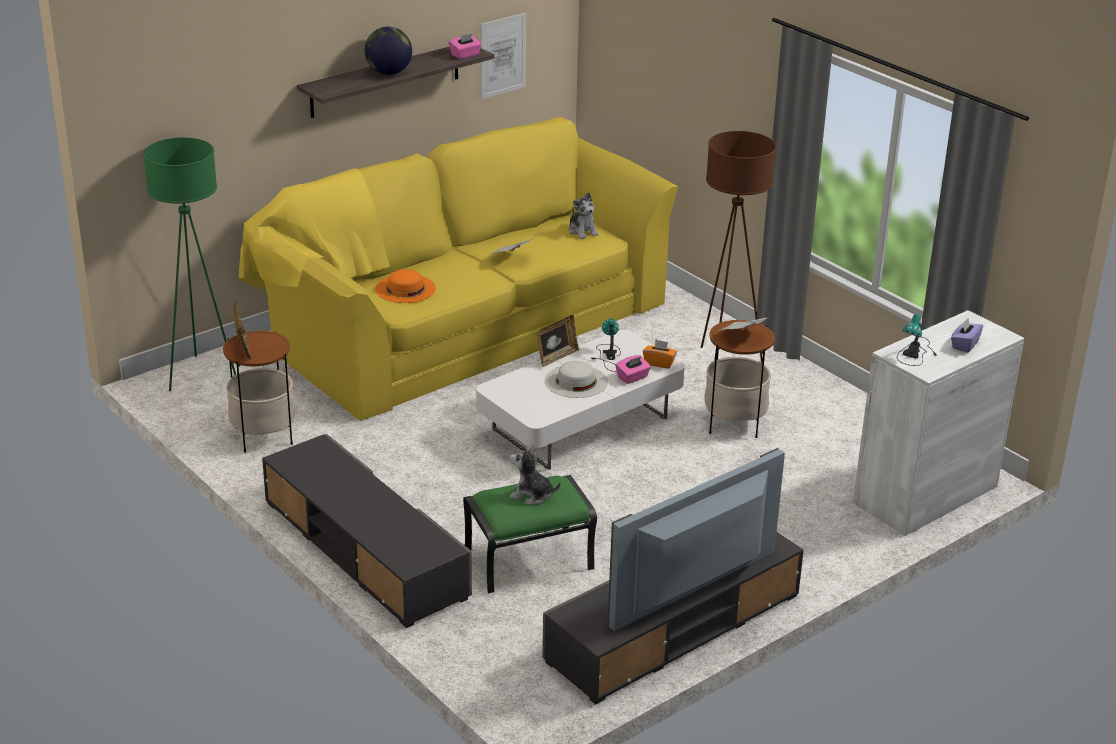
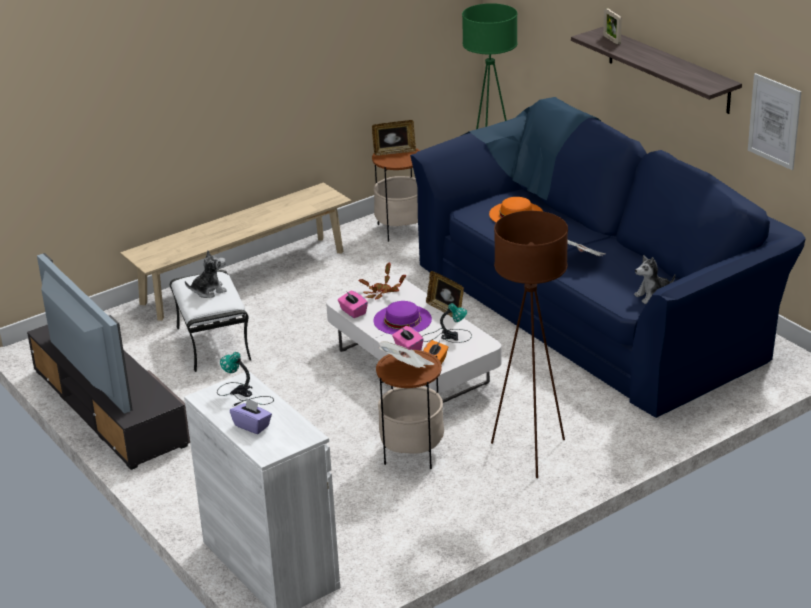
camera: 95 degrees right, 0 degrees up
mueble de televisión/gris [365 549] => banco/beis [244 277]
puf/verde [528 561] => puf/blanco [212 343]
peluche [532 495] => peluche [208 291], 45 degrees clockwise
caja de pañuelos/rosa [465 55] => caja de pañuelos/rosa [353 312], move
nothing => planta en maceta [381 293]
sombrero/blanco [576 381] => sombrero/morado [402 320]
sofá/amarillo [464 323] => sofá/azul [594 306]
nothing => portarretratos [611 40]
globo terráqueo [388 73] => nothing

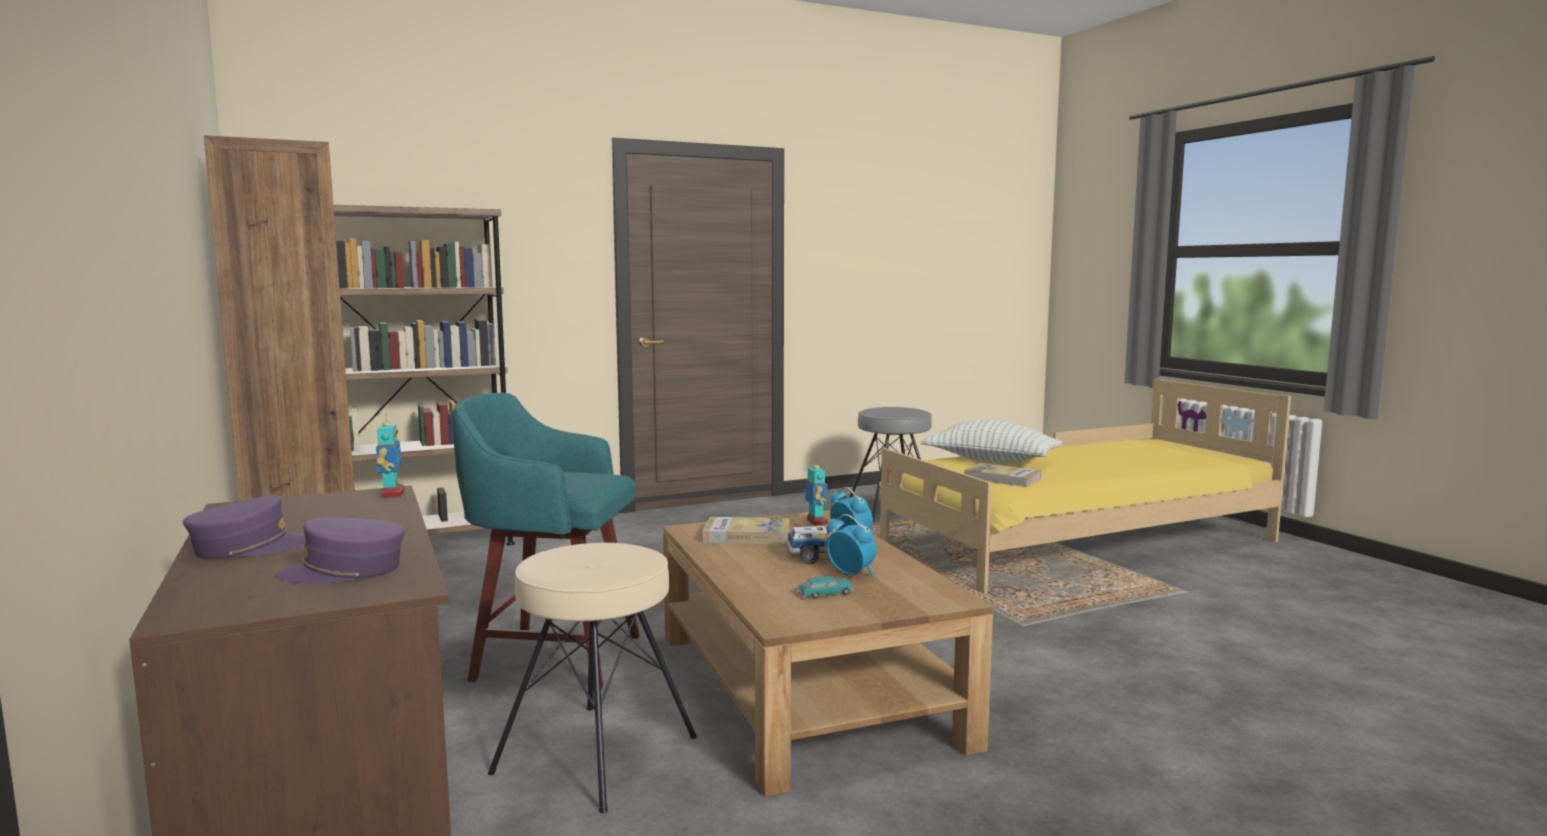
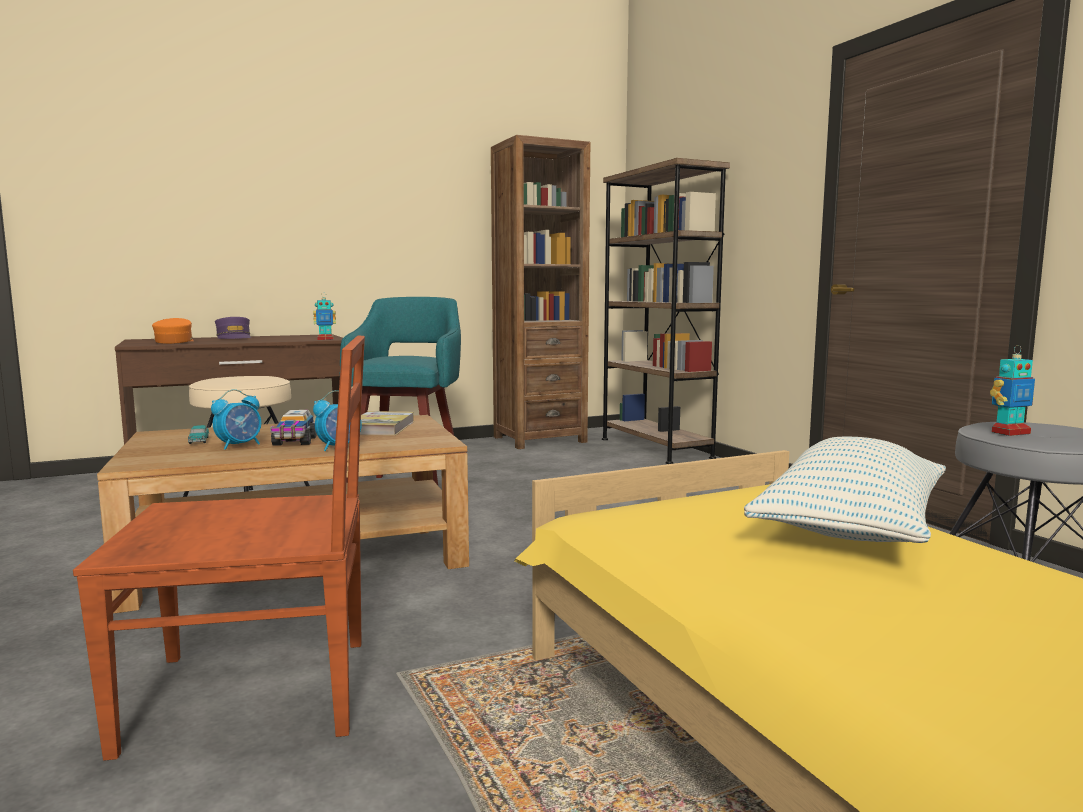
camera: 90 degrees right, 0 degrees up
nothing => silla/marrón [258 693]
gorra/morado [344 571] => gorra/naranja [174 342]
robot de juguete [816 522] => robot de juguete [1009 433], move
libro [1002 478] => nothing

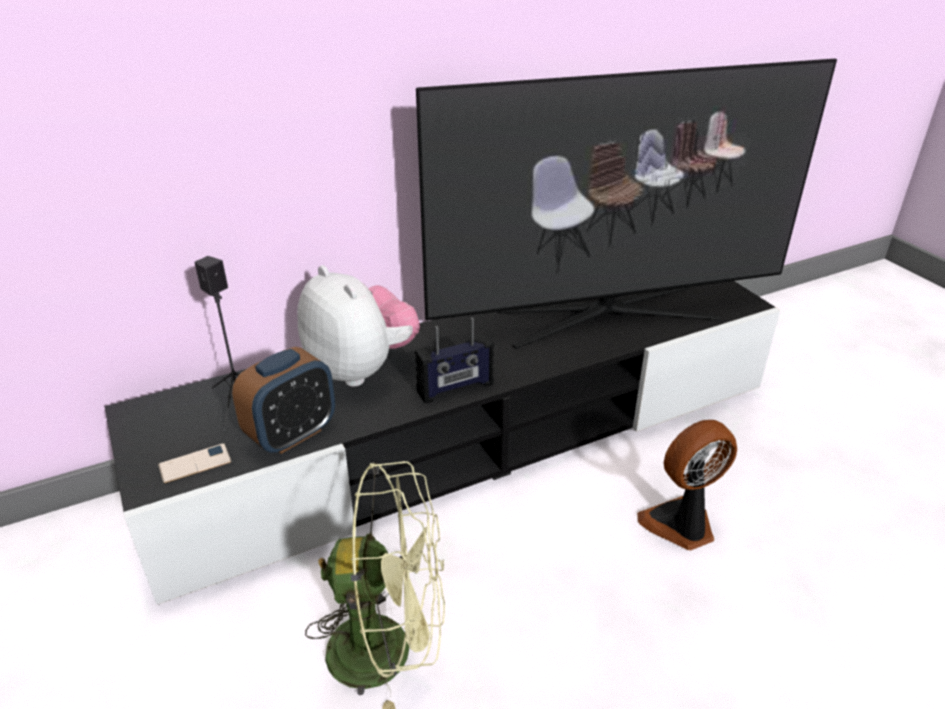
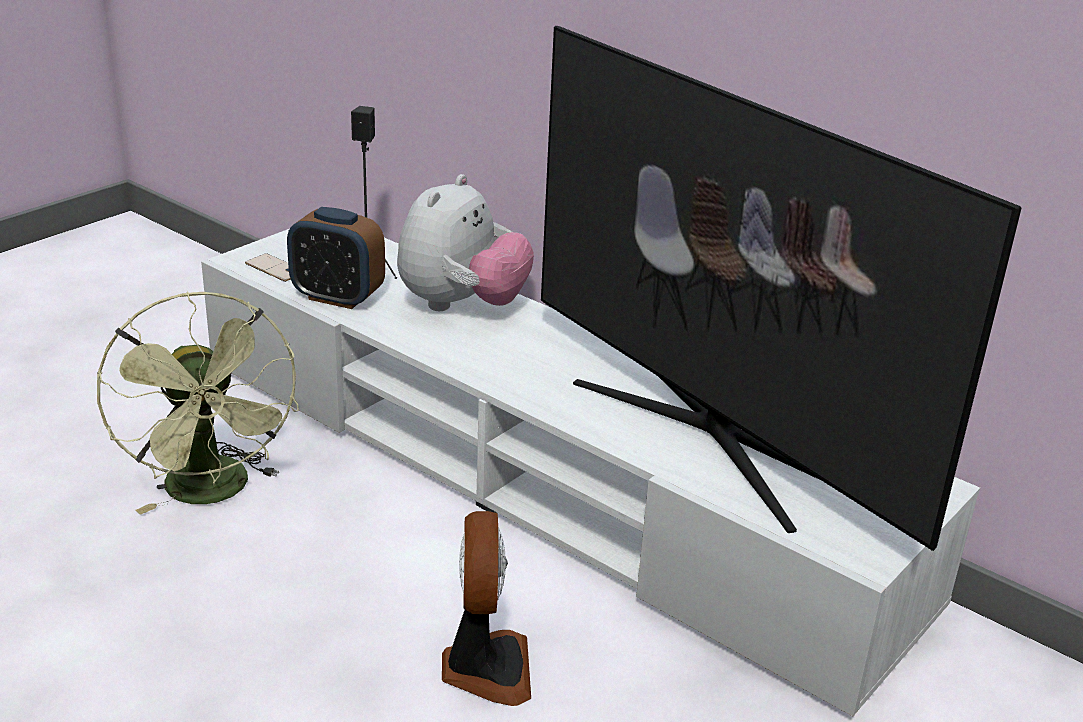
camera: 65 degrees right, 5 degrees down
mueble de televisión/negro [473 438] => mueble de televisión/blanco [537 476]
ventilador [681 525] => ventilador [485 668], 45 degrees clockwise
radio [455 388] => nothing

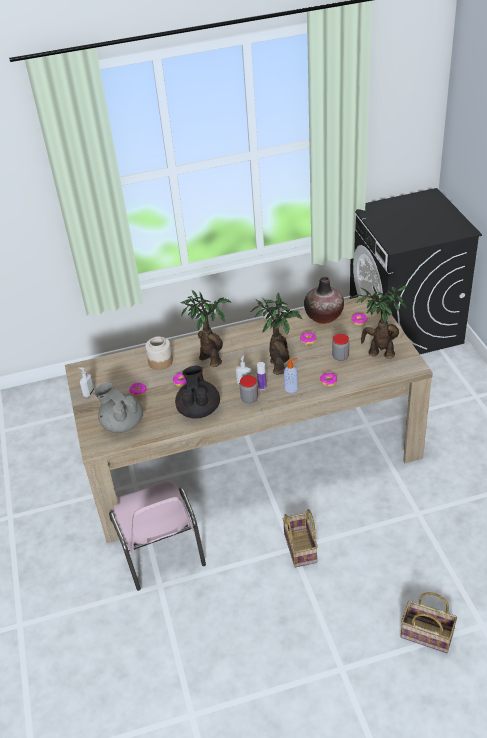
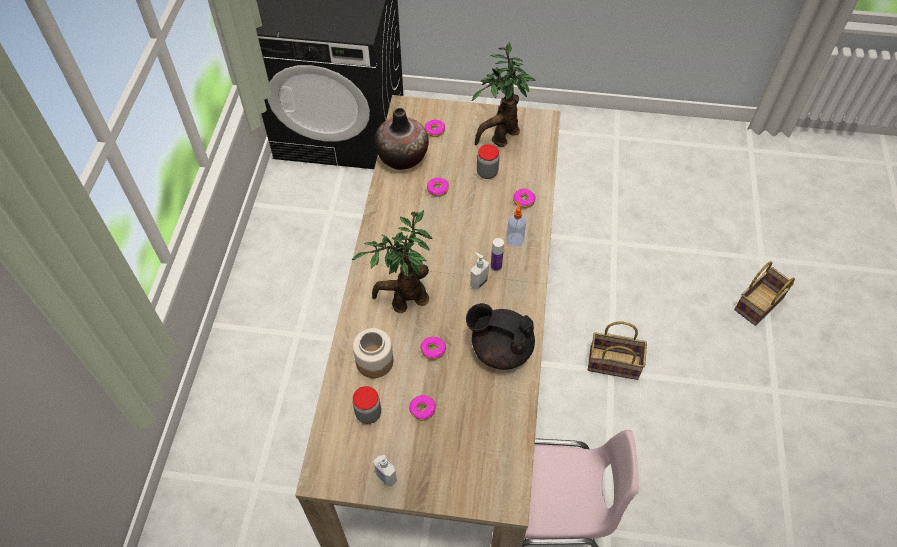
camera: 70 degrees left, 15 degrees up
tarro [249 399] => tarro [368 413], move
tetera/gris [122 423] => nothing
planta en maceta [279 364] => nothing

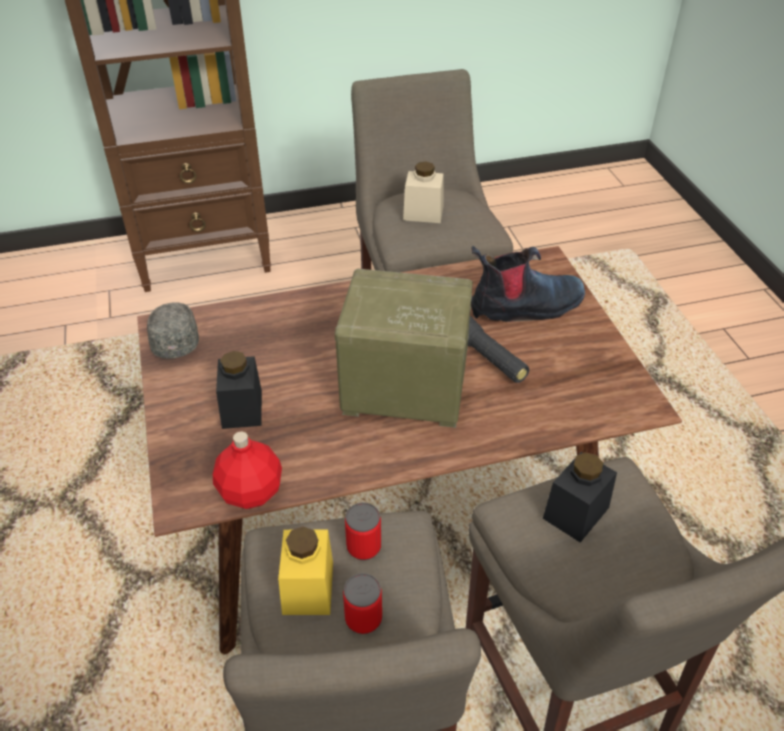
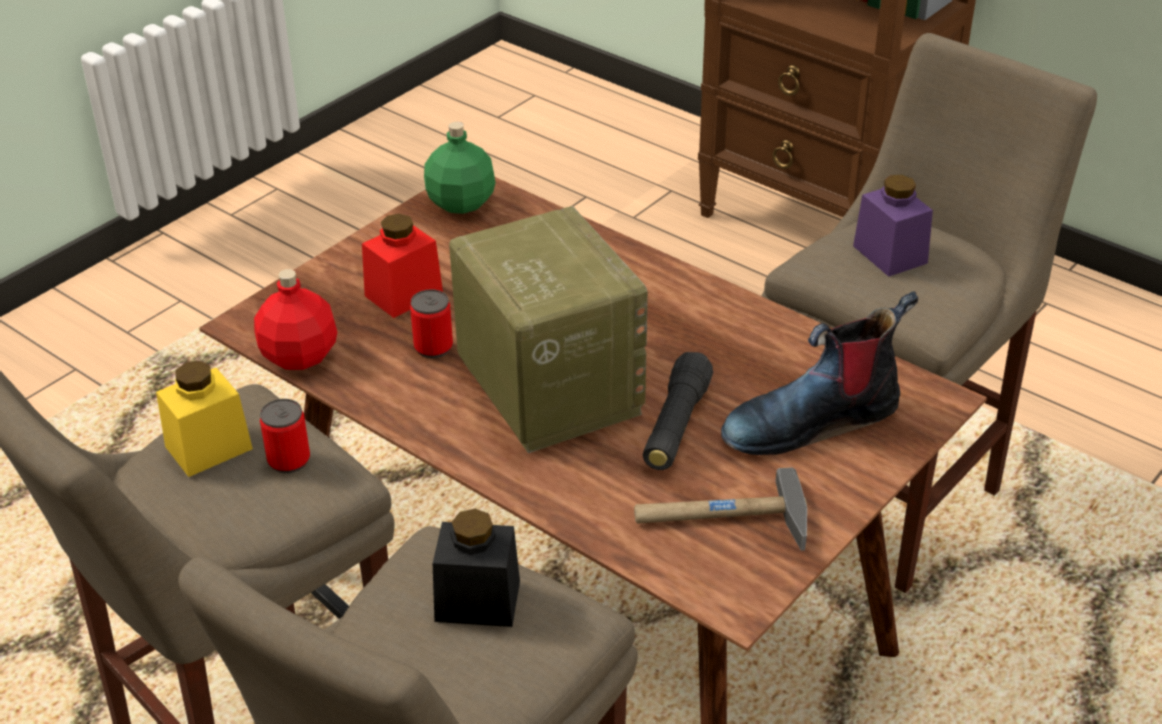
camera: 55 degrees right, 5 degrees down
tarro/negro [242 409] => tarro/rojo [404 294]
lata [363 619] => lata [433 347], move
gorra/gris [176 338] => botella/verde [460 202]
nothing => martillo [721 519]
bota [526 307] => bota [811 420], 120 degrees clockwise
tarro/beis [423 213] => tarro/morado [890 254]

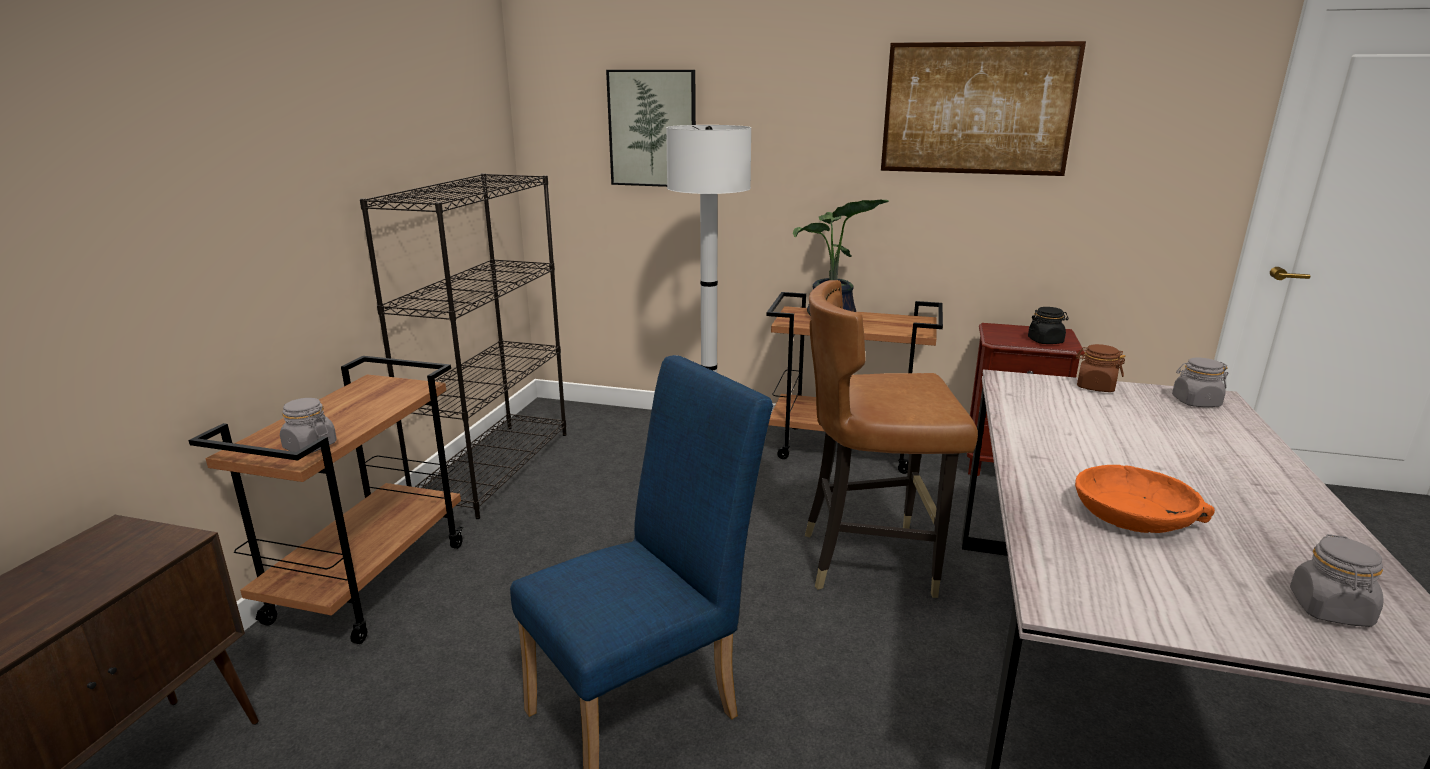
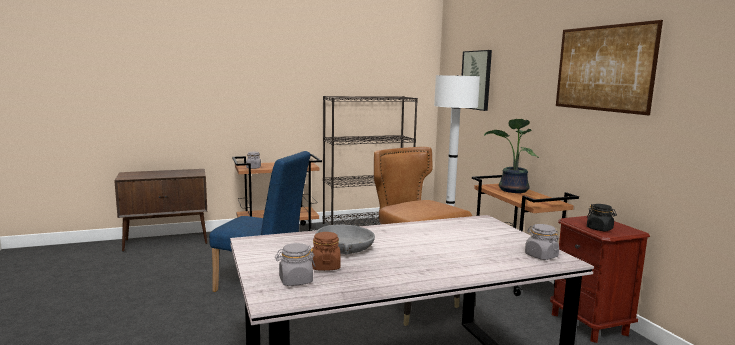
camera: 55 degrees right, 10 degrees down
tarro/marrón [1095 387] => tarro/marrón [325 266], move
cuenco/naranja [1133 514] => cuenco/gris [345 248]

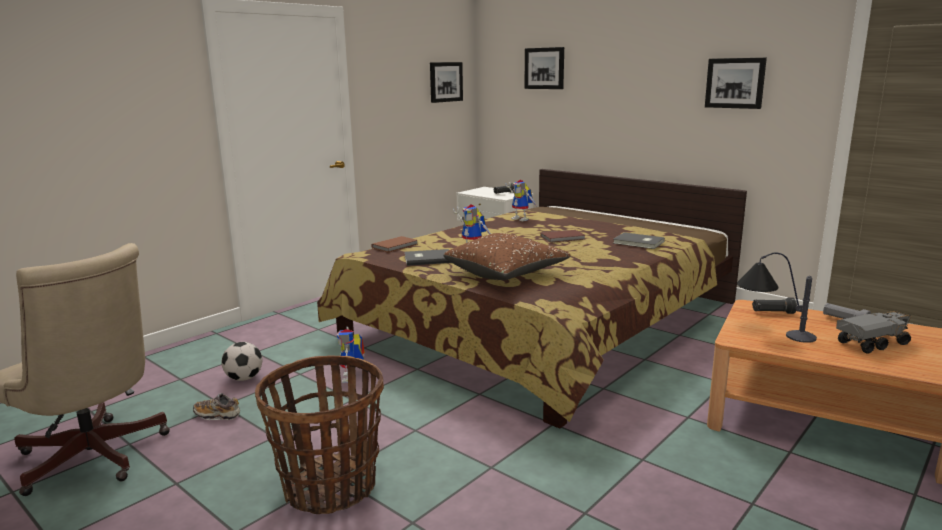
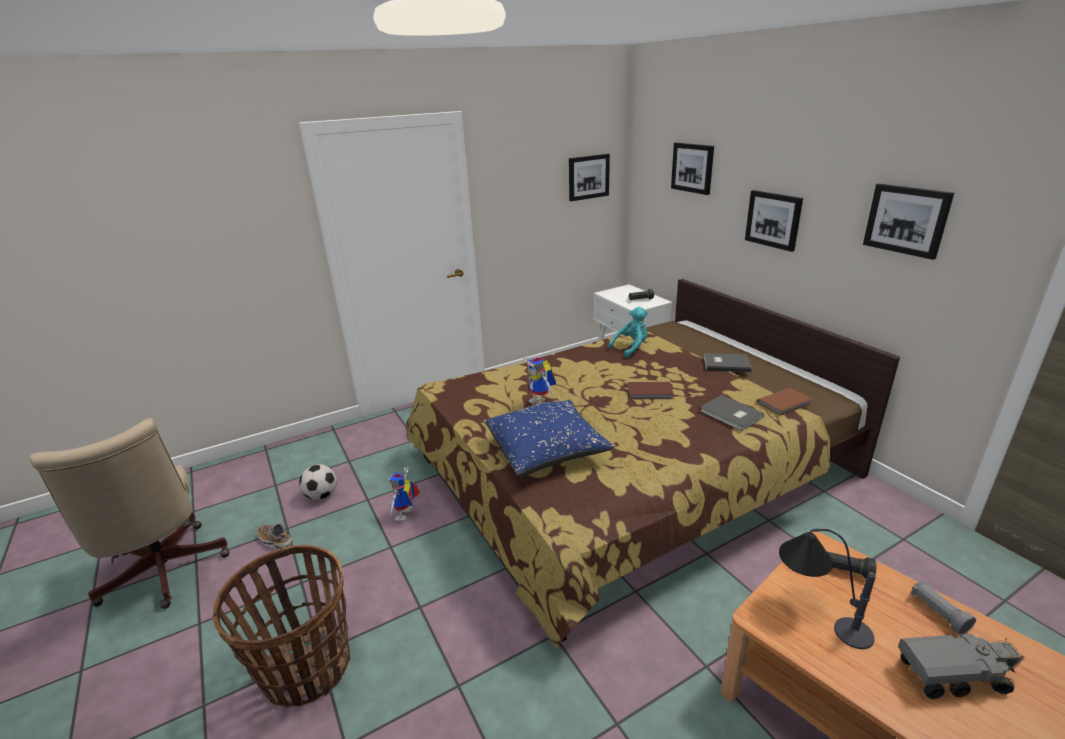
camera: 20 degrees right, 10 degrees up
cojín/marrón [506 273] => cojín/azul [547 451]
robot de juguete [522 219] => peluche/turquesa [631 348]
libro/gris [427 259] => libro/gris [725 363], move
nothing => cuadro [773 220]
libro/marrón [396 246] => libro/marrón [785 403], move

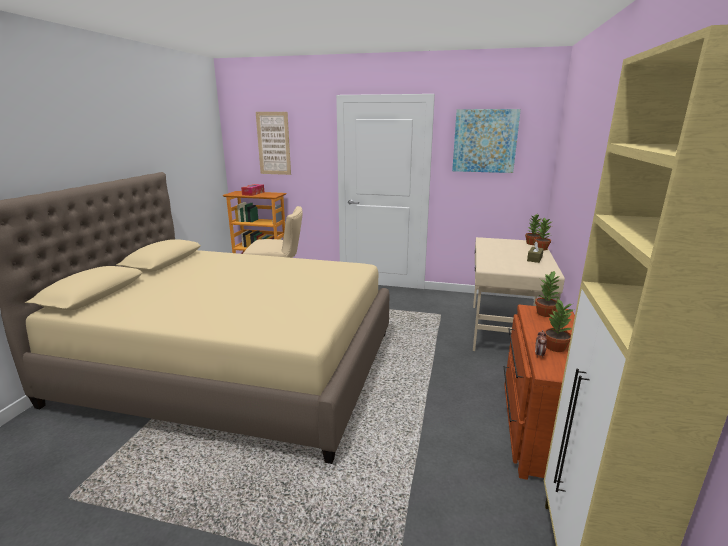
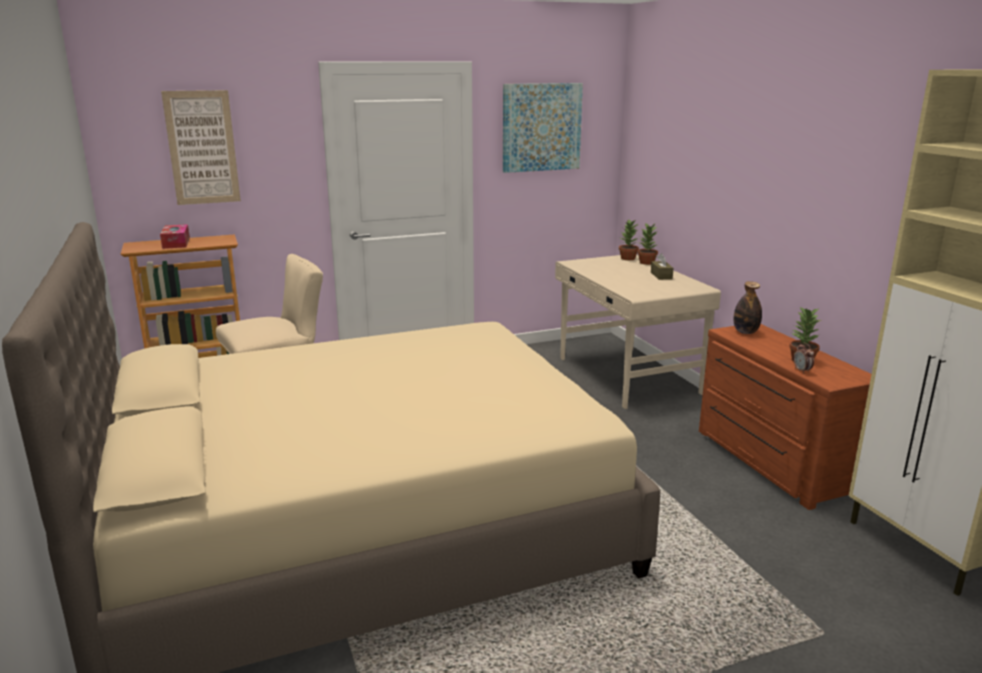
camera: 35 degrees left, 0 degrees up
planta en maceta [545 313] => botella [745 332]

